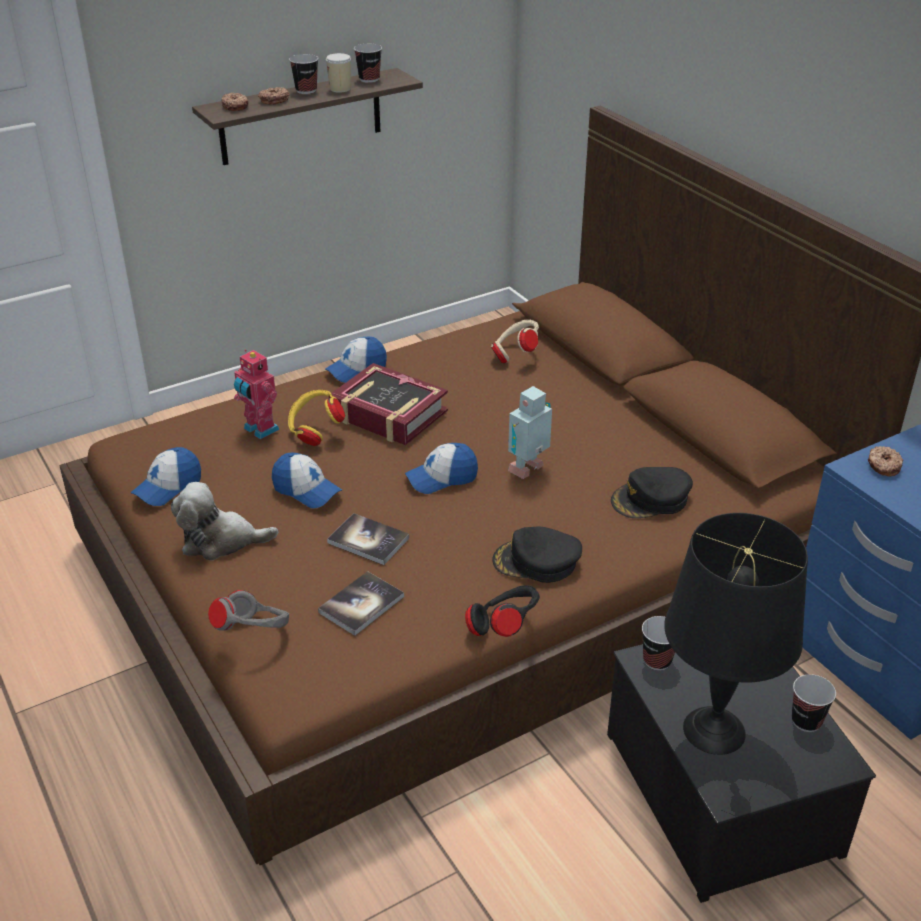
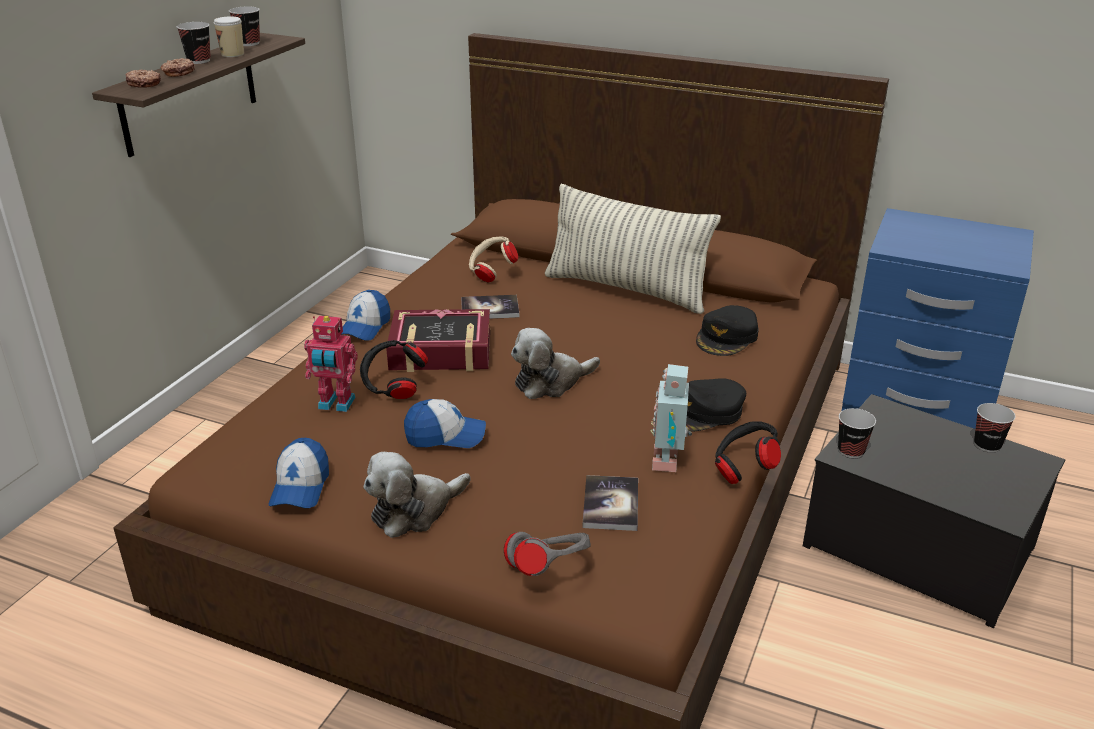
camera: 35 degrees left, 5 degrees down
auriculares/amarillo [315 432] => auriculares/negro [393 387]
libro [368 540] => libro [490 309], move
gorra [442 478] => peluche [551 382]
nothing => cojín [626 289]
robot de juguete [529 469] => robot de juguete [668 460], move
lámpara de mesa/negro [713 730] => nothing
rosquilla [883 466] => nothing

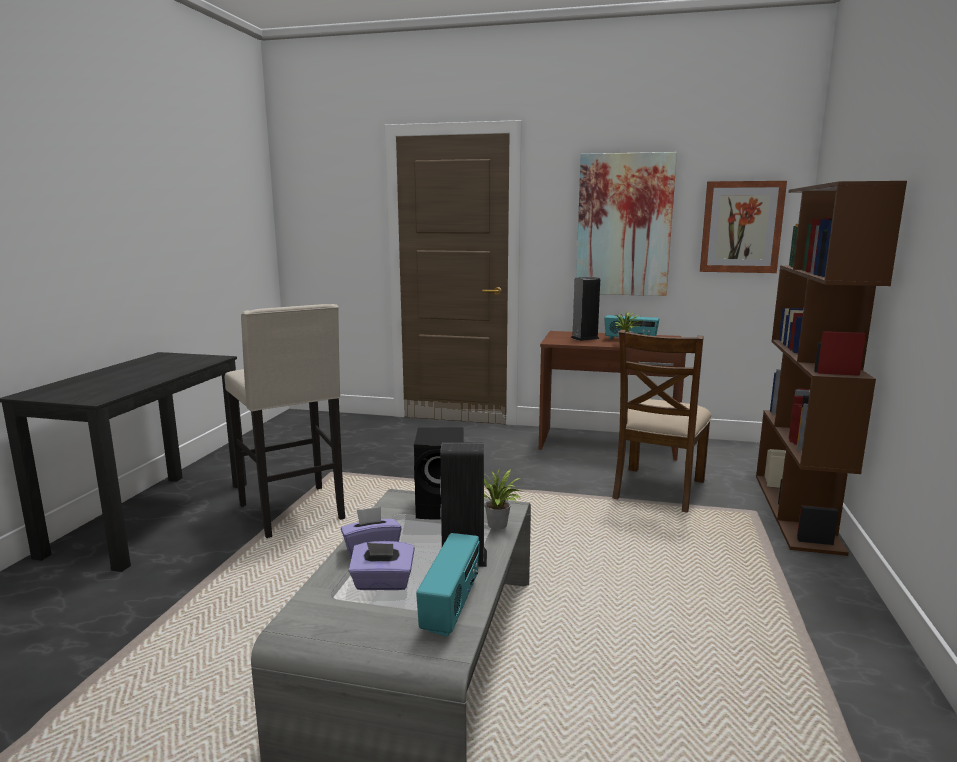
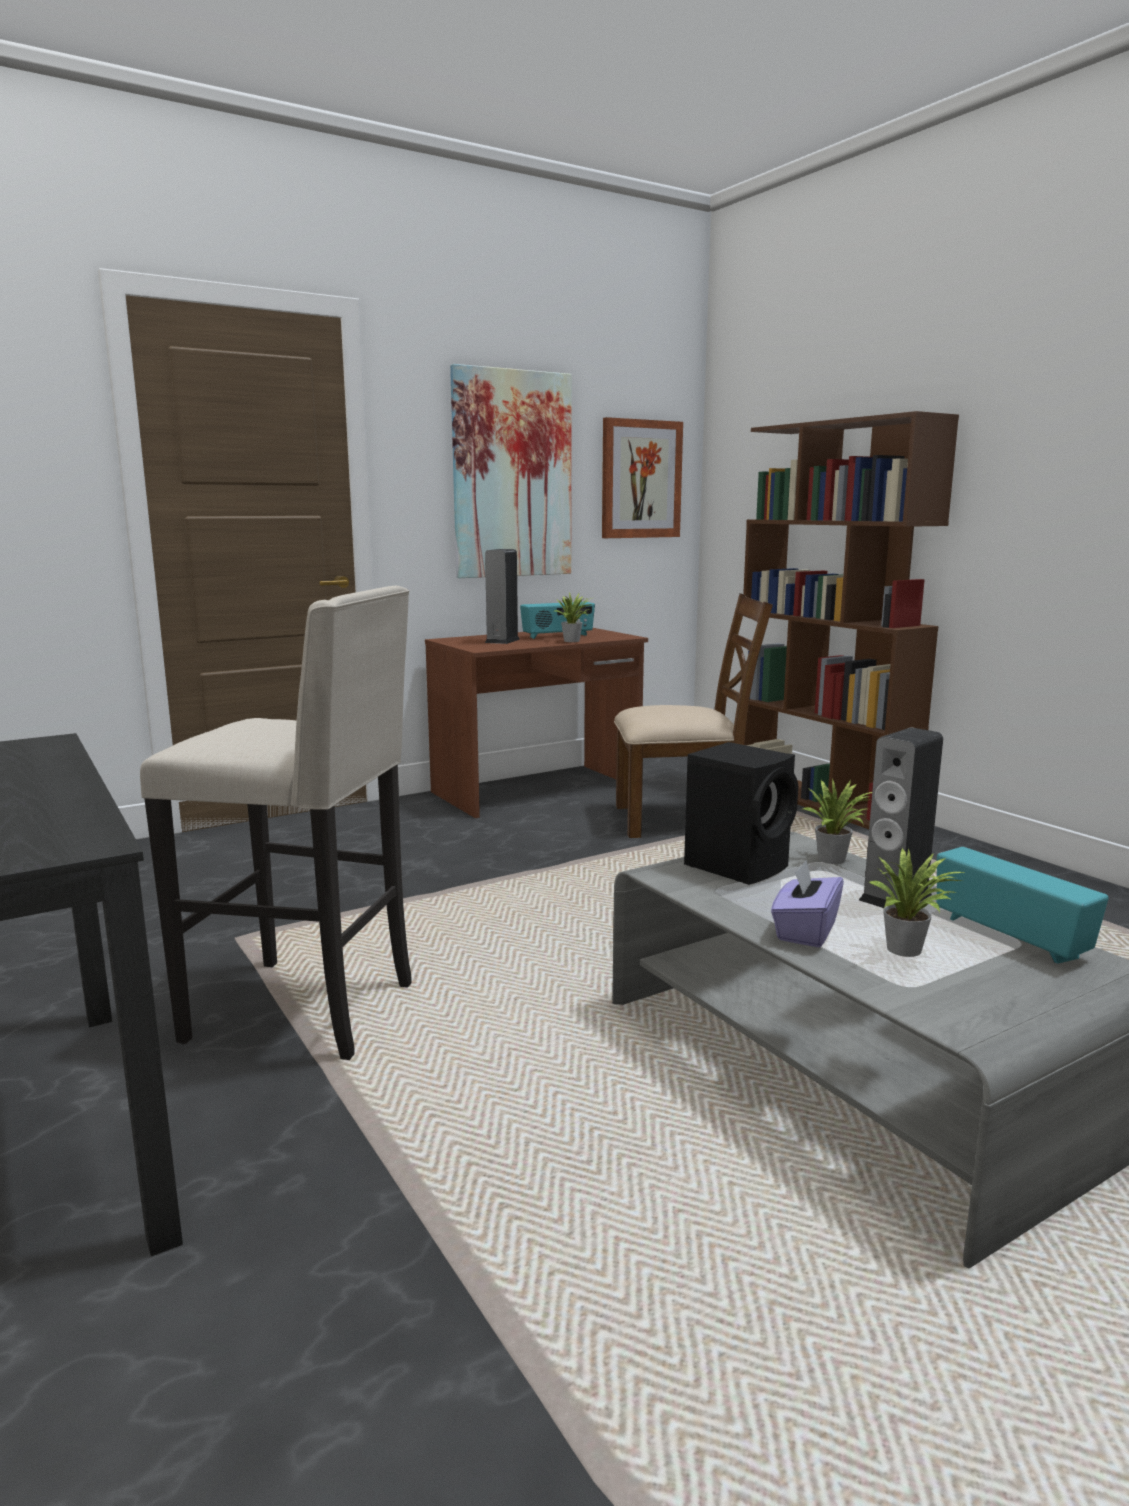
camera: 45 degrees left, 0 degrees up
silla/marrón [657 489] => silla/marrón [683 819], 75 degrees counterclockwise
caja de pañuelos/morado [382 583] => planta en maceta [908 950]

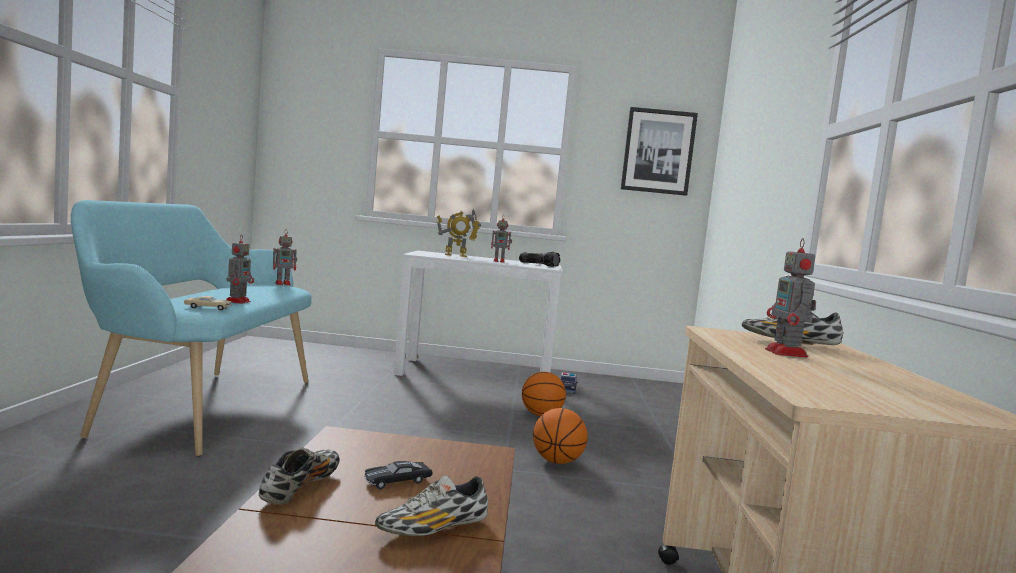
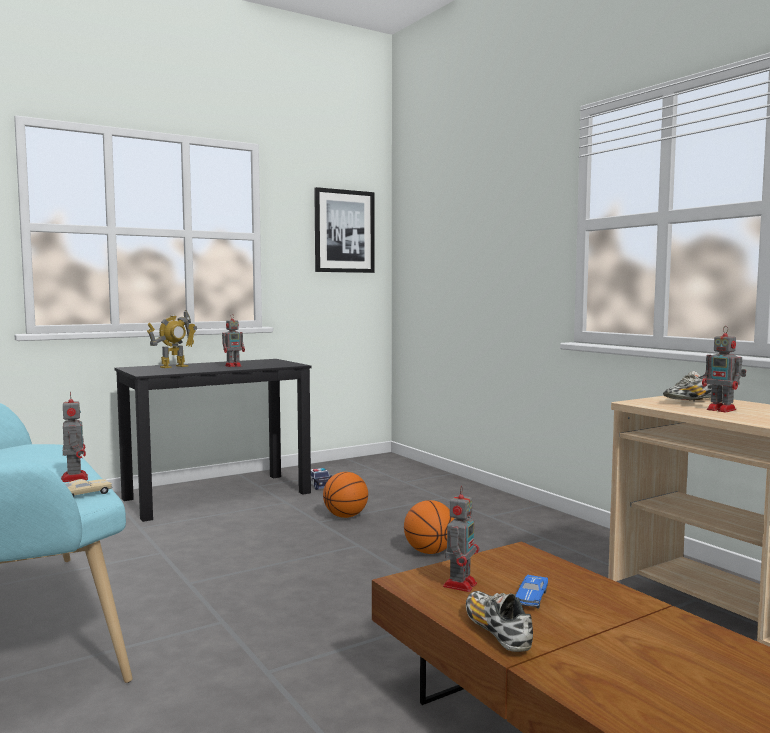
camera: 35 degrees left, 0 degrees up
escritorio/blanco [475 374] => escritorio/negro [218 495]
robot de juguete [283 284] => robot de juguete [460 584], move
coche de juguete/negro [397 481] => coche de juguete/azul [531 598]
zapato [433 530] => nothing
linterna [539 265] => nothing

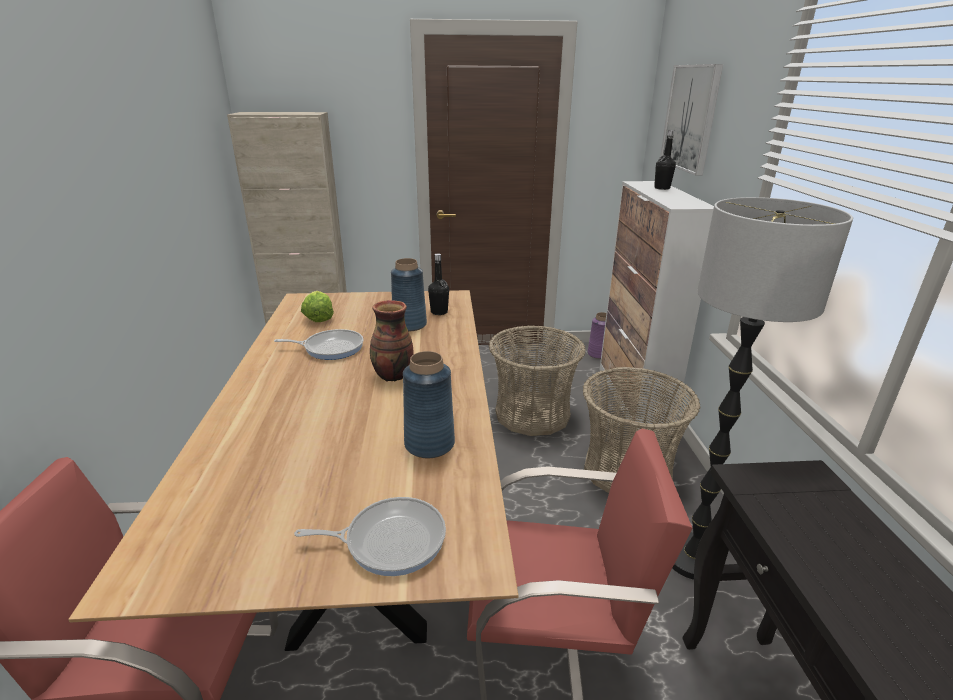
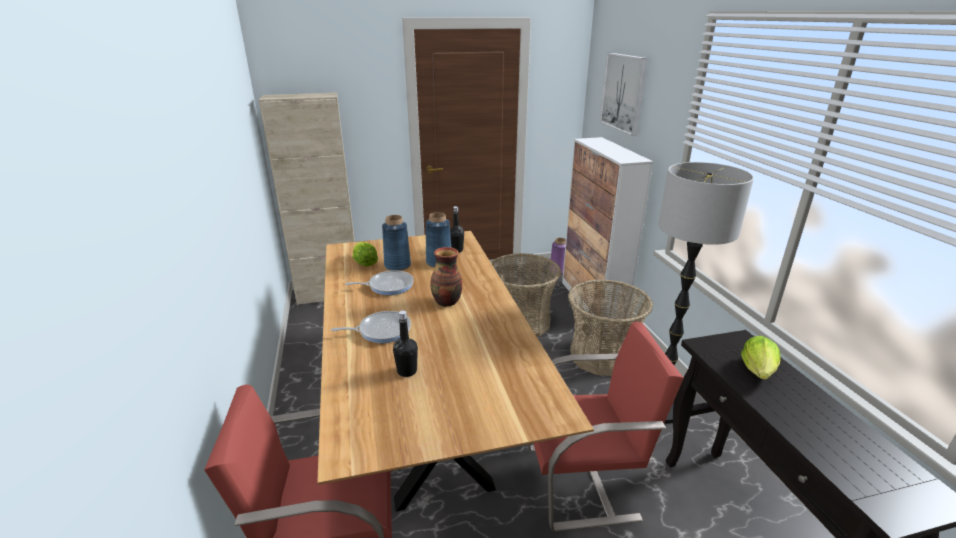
camera: 10 degrees left, 0 degrees up
sartén [390 540] => sartén [381 330], move
florero/azul [429 444] => florero/azul [397 265], move
botella/negro [662 188] => botella/negro [407 371], move
nothing => lechuga [758 370]

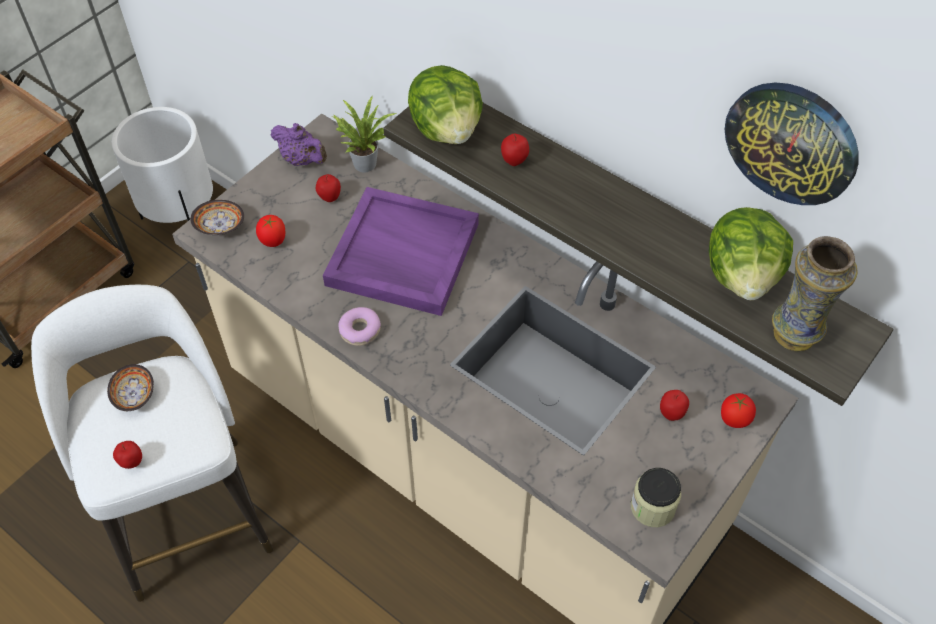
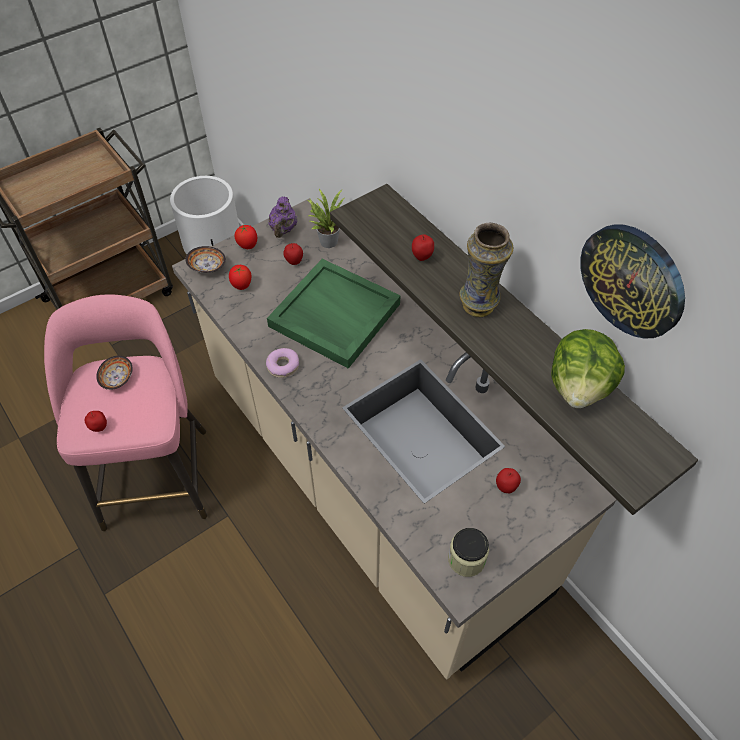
camera: 15 degrees right, 0 degrees up
taburete/blanco [188 511] => taburete/rosa [156 474]
tomate [733 420] => tomate [248 246], move
bandeja/morado [401 255] => bandeja/verde [333 315]
tetera/morado [302 160] => tetera/morado [283 230], 45 degrees clockwise
florero [795 334] => florero [479 306], move
lechuga [447 129] => nothing

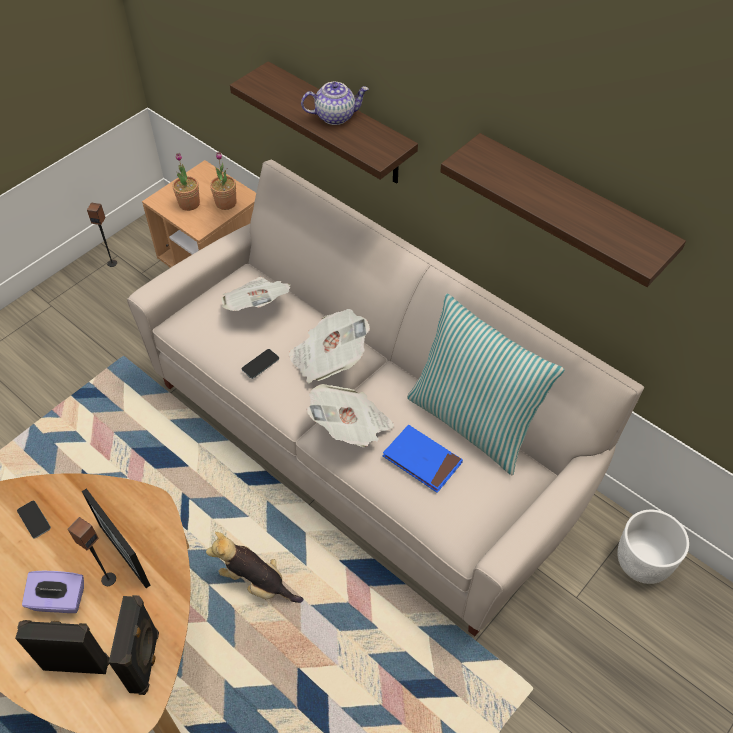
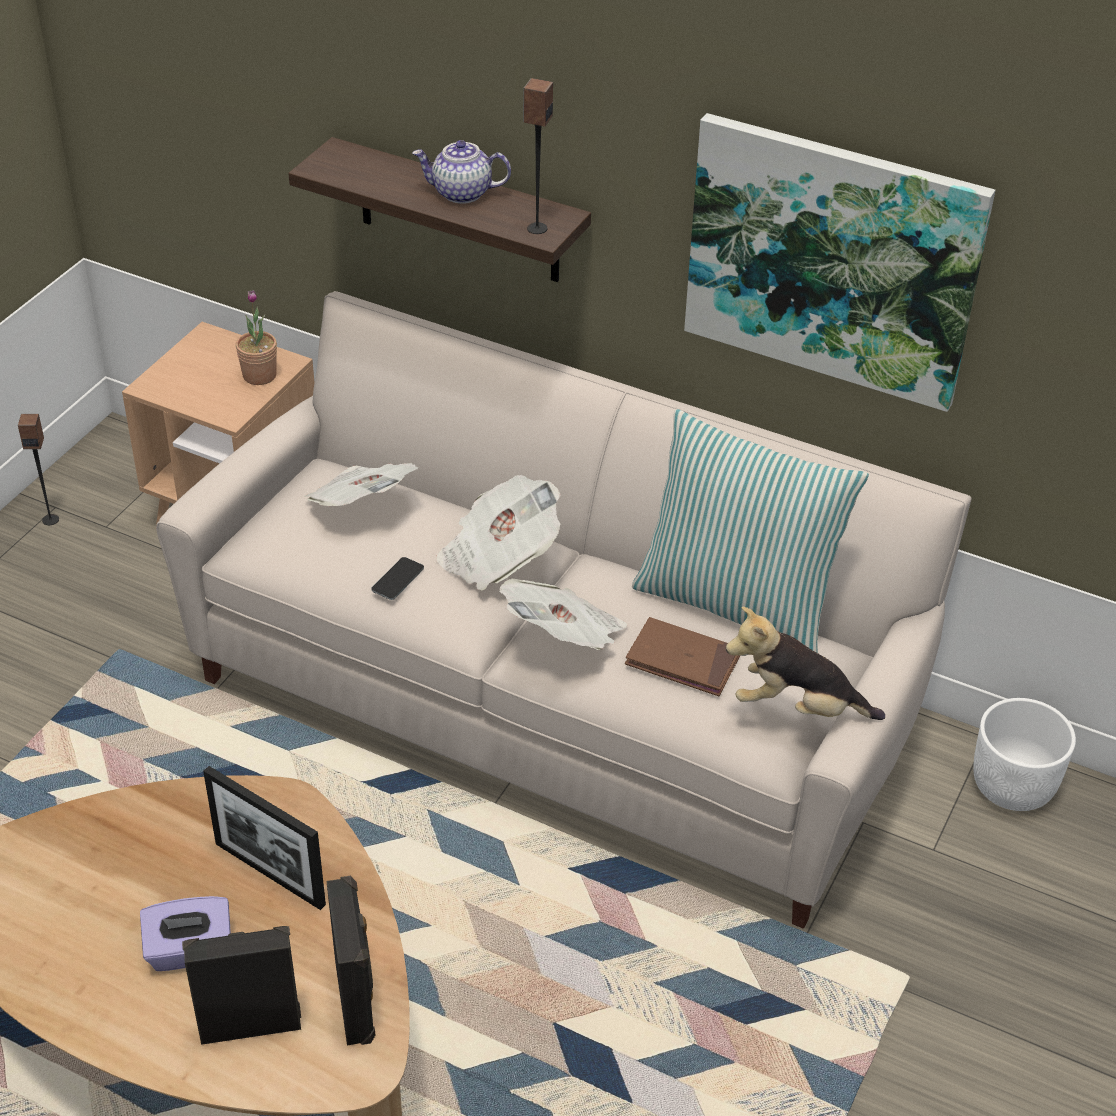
camera: 15 degrees left, 10 degrees down
tetera [335 116] => tetera [461 193], 150 degrees counterclockwise
altavoz [108 579] => altavoz [536 228], move
libro/azul [422 460] => libro/marrón [683 661]
estante [570 211] => cuadro [832 260]
peluche [256 582] => peluche [797 707], move
móvil [34 519] => nothing
planta en maceta [189 204] => nothing

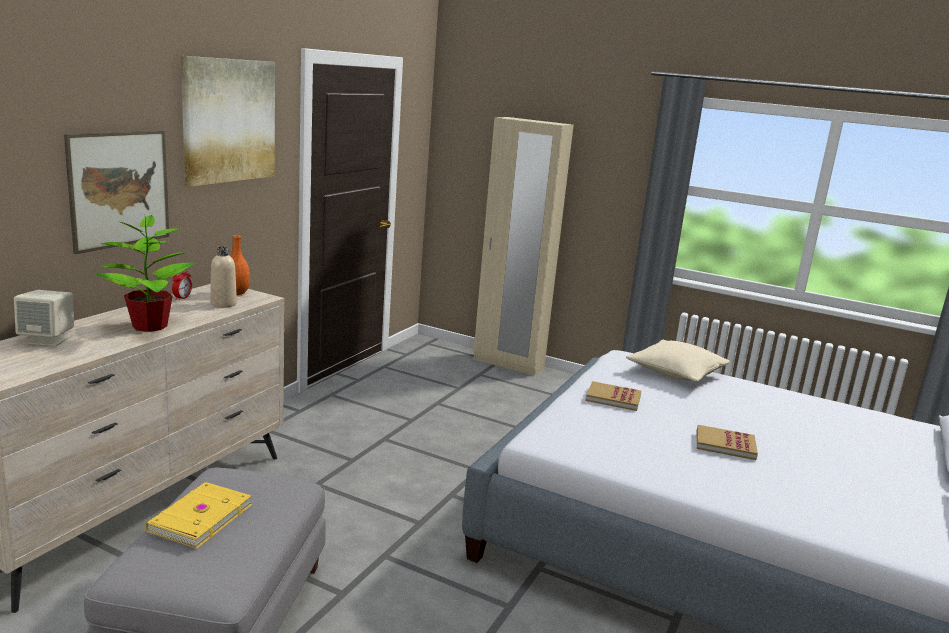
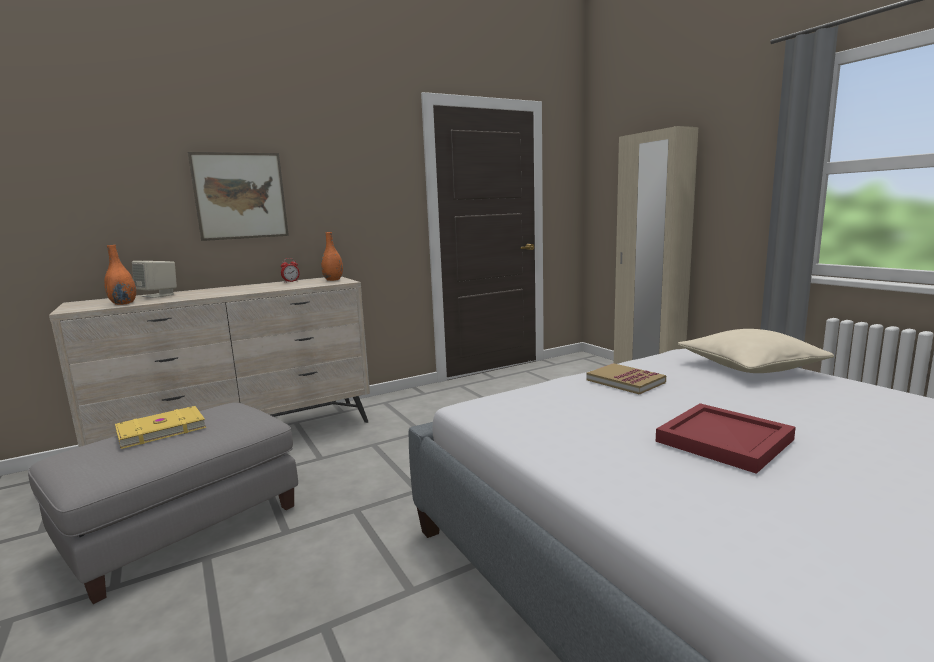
camera: 35 degrees right, 5 degrees down
nothing => florero/naranja [123 303]
libro [725 445] => bandeja/rojo [725 441]
planta en maceta [149 326] => nothing
cuadro [228 120] => nothing
botella/beis [223 304] => nothing

